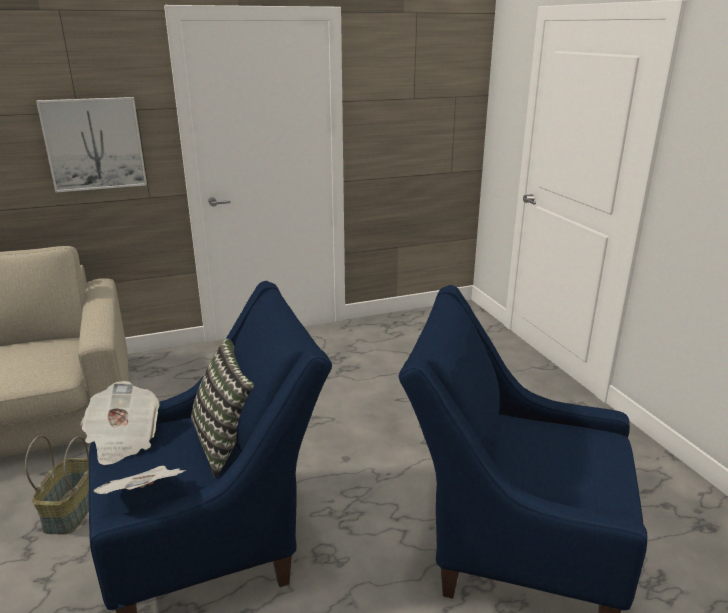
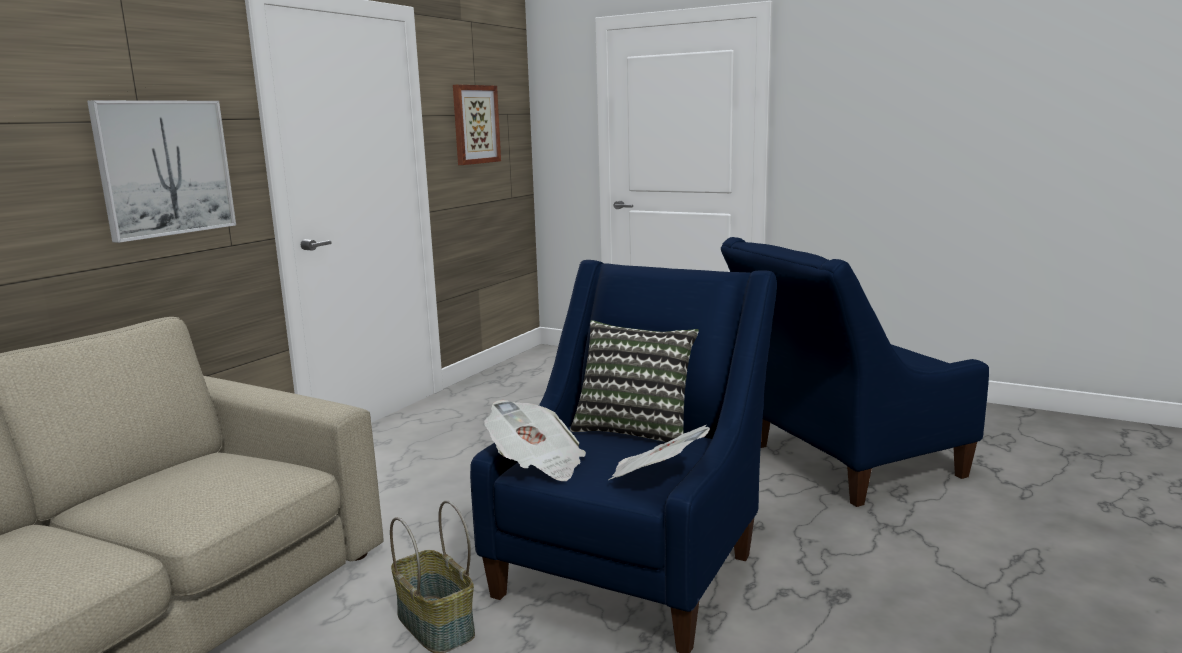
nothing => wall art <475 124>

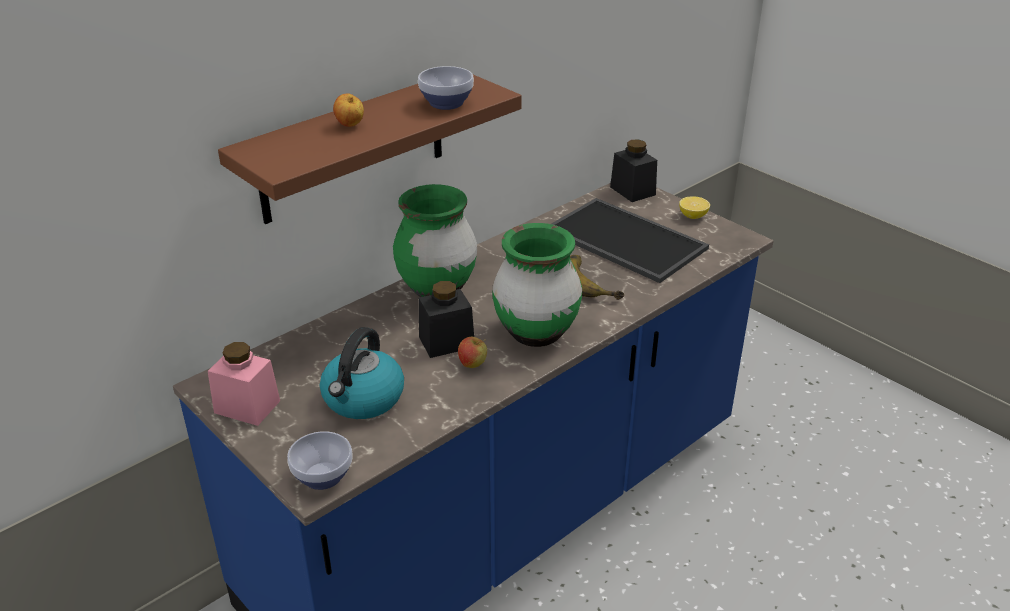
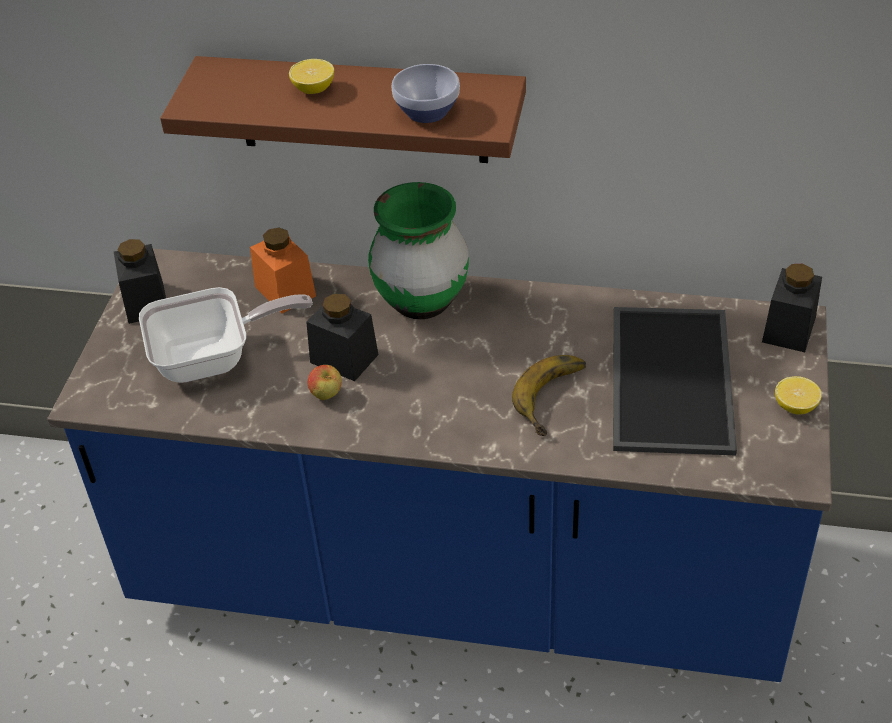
pinkish jar <247 407> => black-coloured jar <146 302>
bowl <323 478> => nothing
tea kettle <363 399> => skillet <214 359>
apple fruit <350 125> => lemon <313 89>
green vase <535 333> => nothing
nothing => orangey jar <285 291>

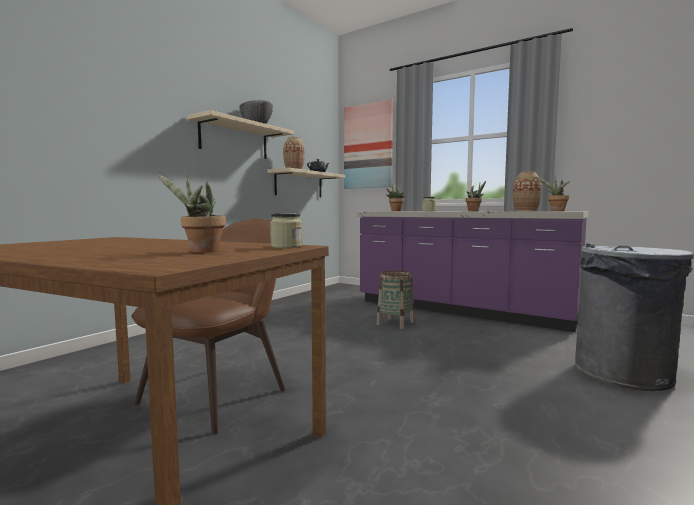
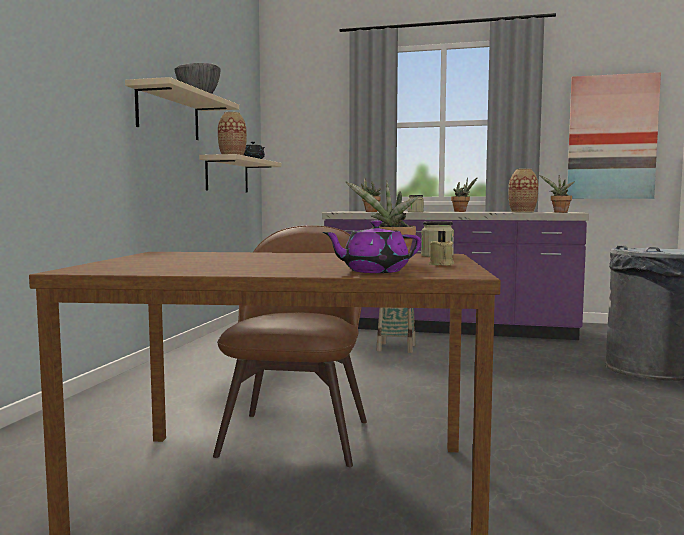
wall art <368 146> => wall art <611 137>, moved
nothing => purple teapot <373 271>
nothing => sand-coloured wax light <441 264>

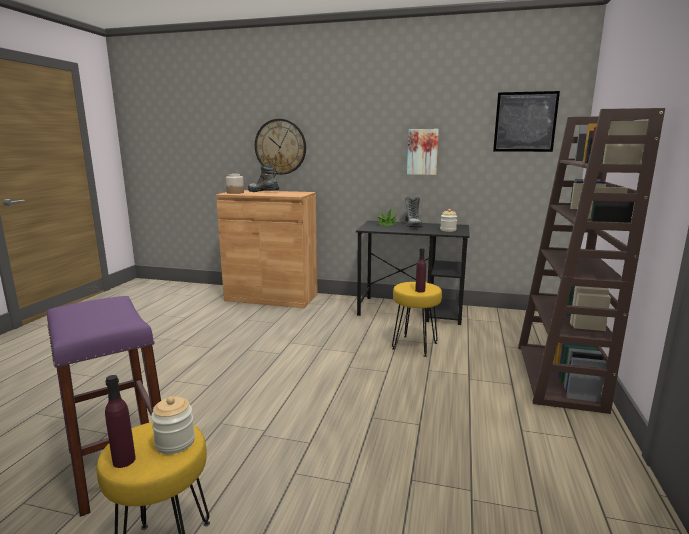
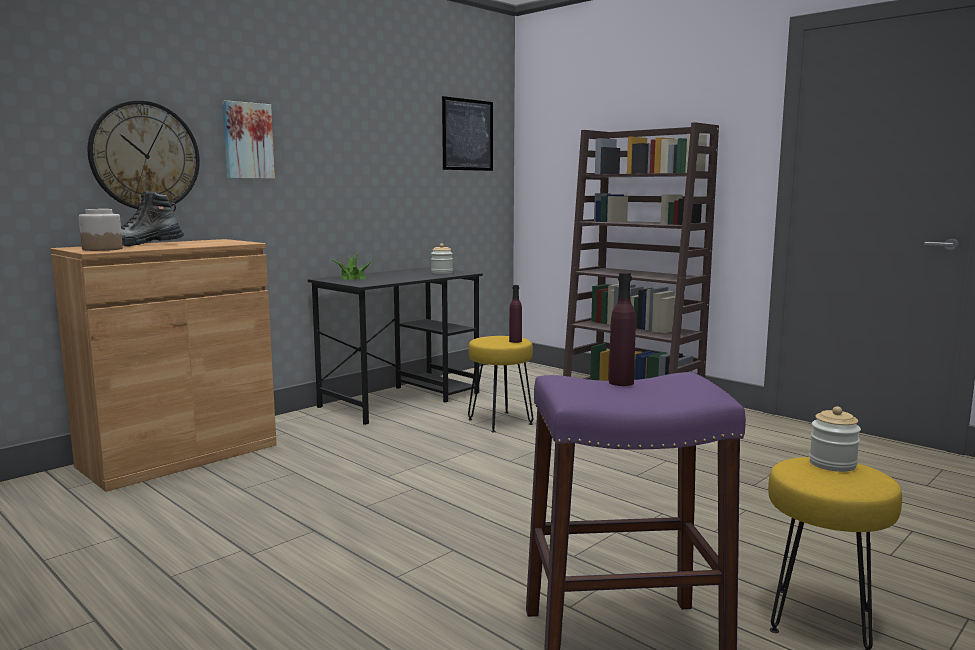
purple drink bottle <124 460> => purple drink bottle <621 382>, moved
boot <413 225> => nothing
wall art <422 152> => wall art <247 141>, moved

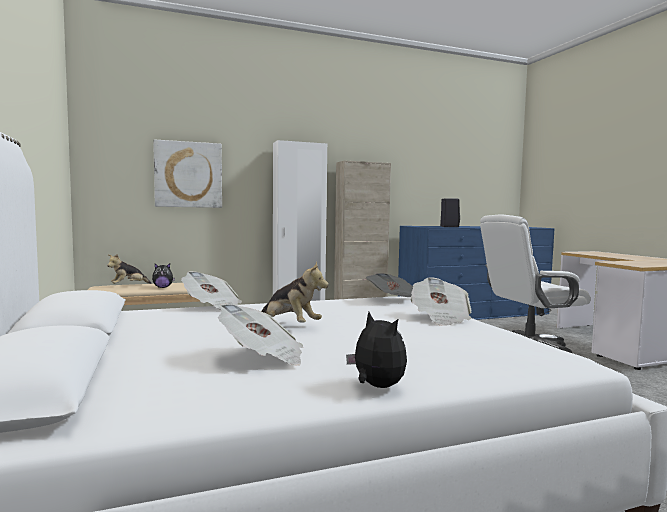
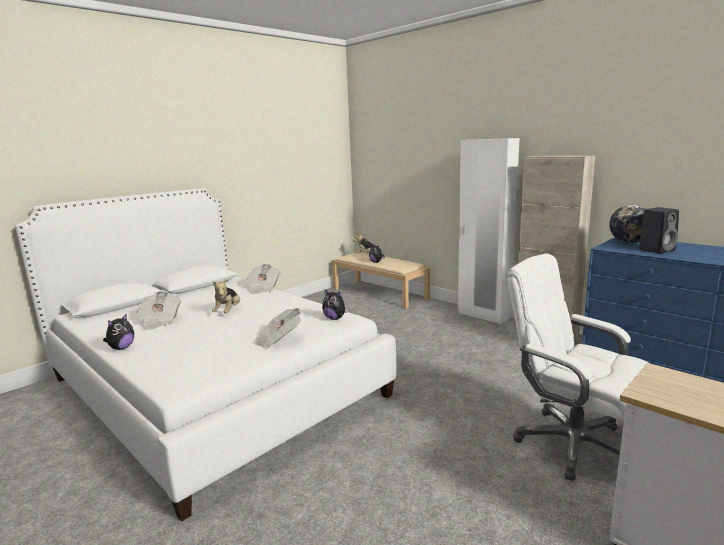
wall art <188 174> => nothing
printed paper <393 300> => cuddly toy <335 318>
nothing => desk globe <628 242>

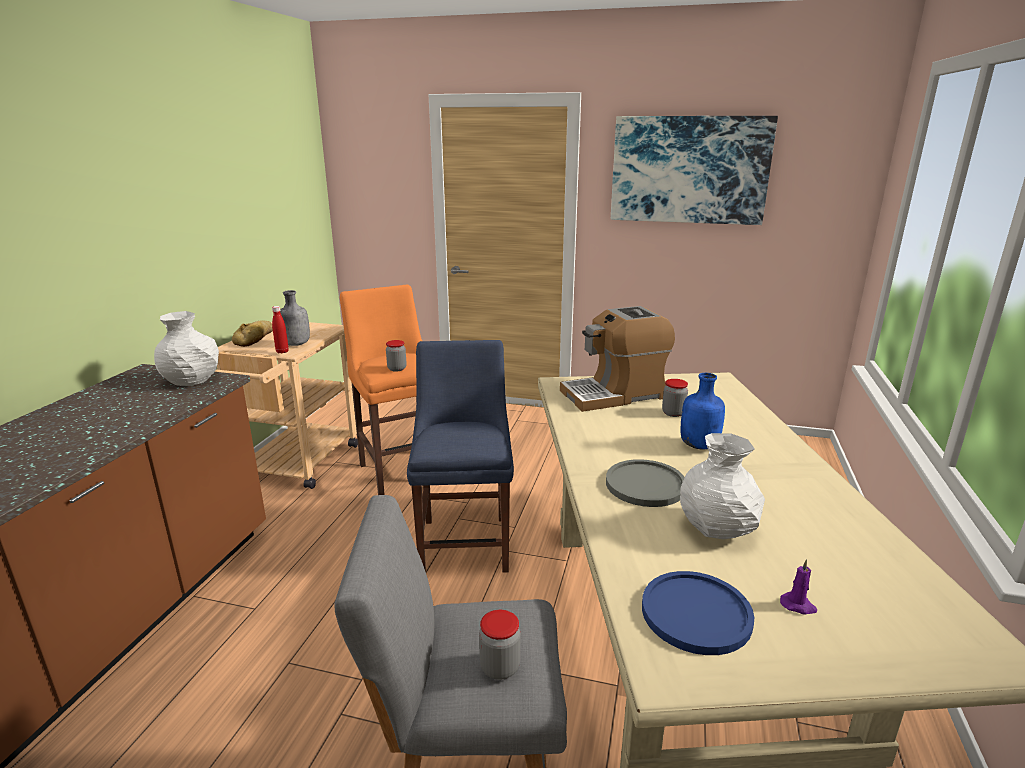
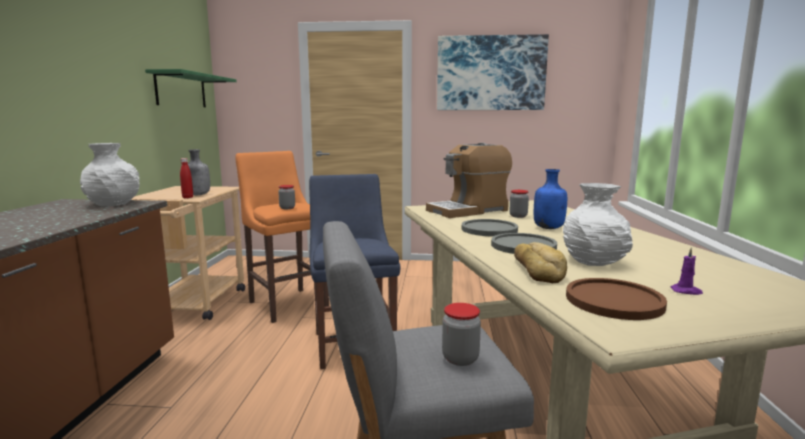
bread <256 338> => bread <538 269>, moved
blue-coloured dinner plate <696 613> => brownish dinner plate <614 300>
nothing => green wall shelf <181 90>
nothing => gray dinner plate <489 229>

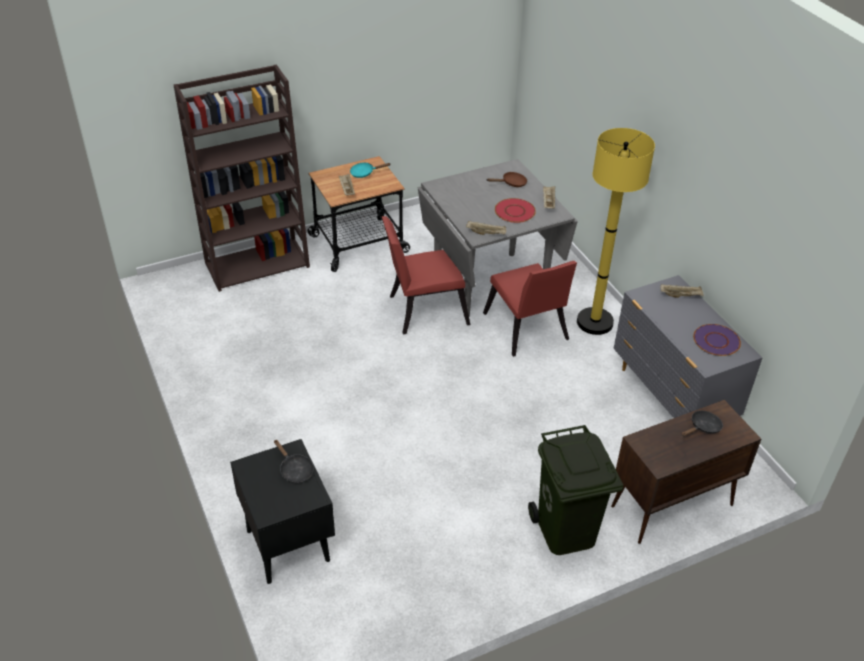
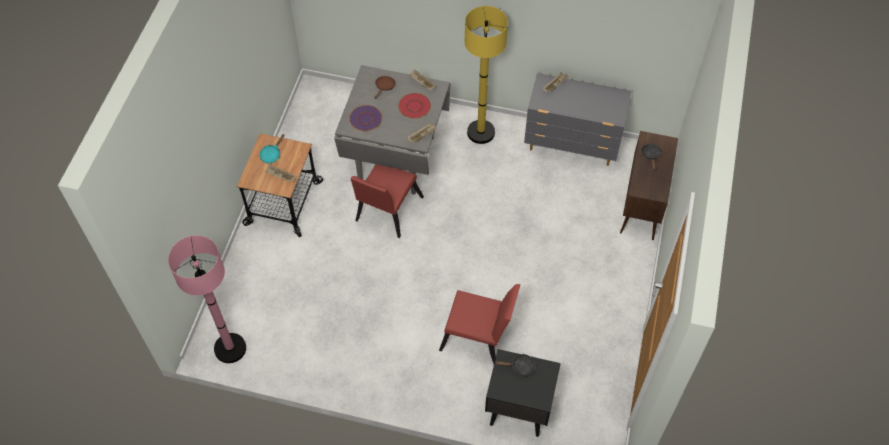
brownish bookshelf <258 264> => nothing
red-coloured plain chair <526 330> => red-coloured plain chair <479 337>, moved
green trash can <565 531> => nothing
purple dinner plate <716 341> => purple dinner plate <365 119>, moved
nothing => pinkish floor lamp <230 348>

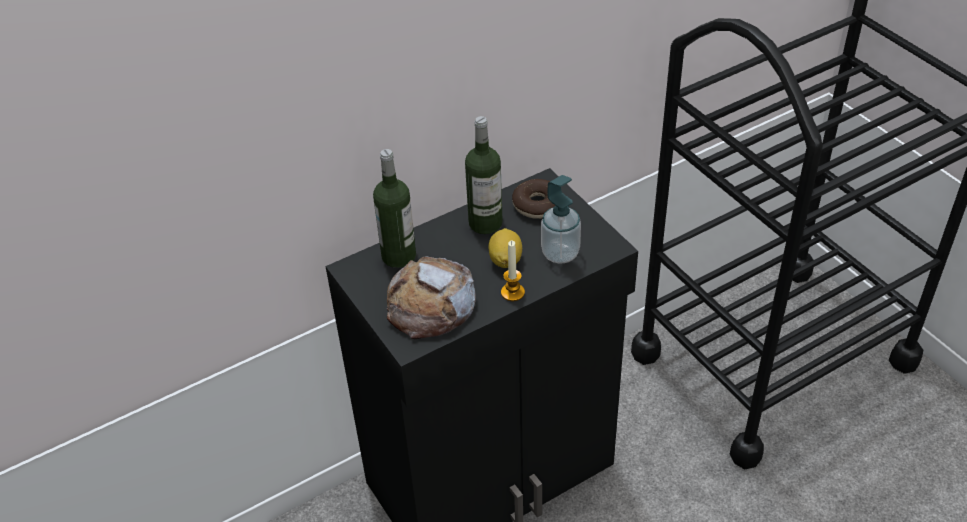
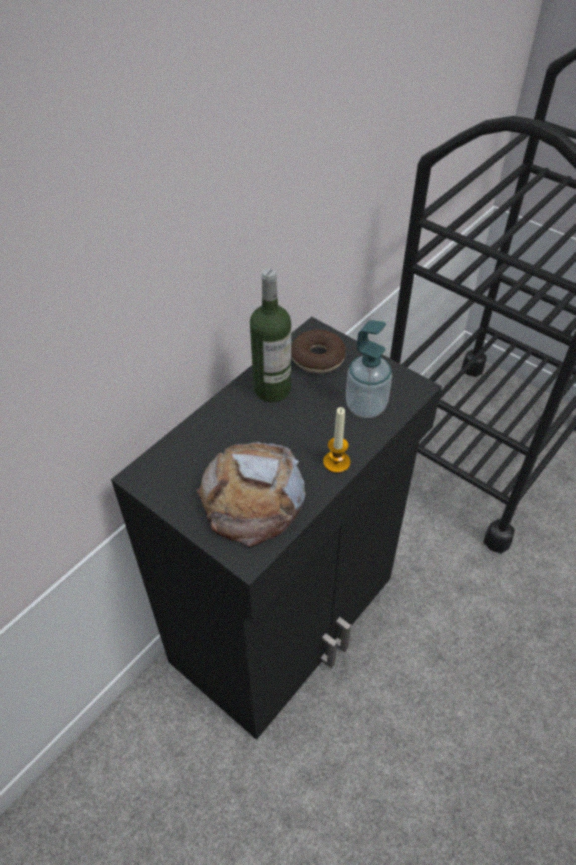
drink bottle <398 256> => nothing
lemon <505 260> => nothing

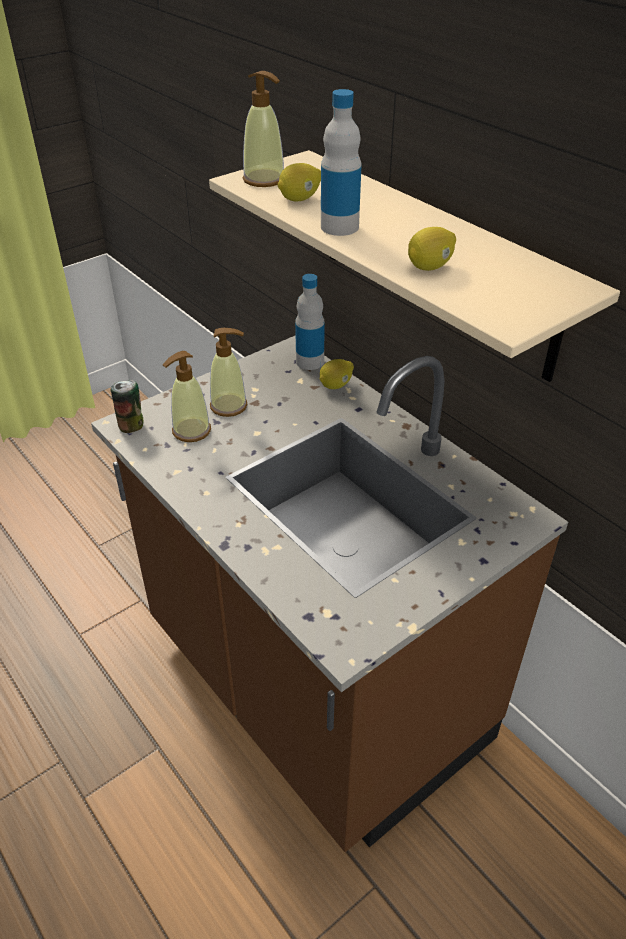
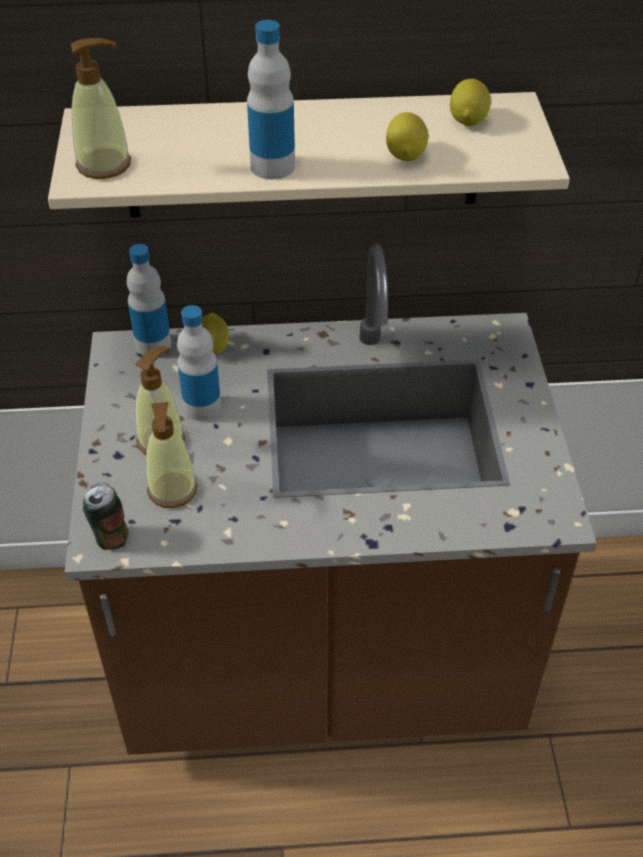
lemon <300 199> => lemon <468 120>, moved
nothing => drink bottle <202 407>

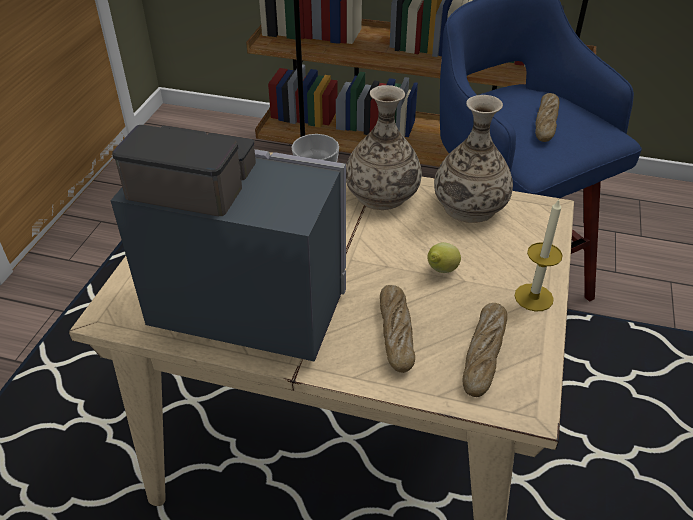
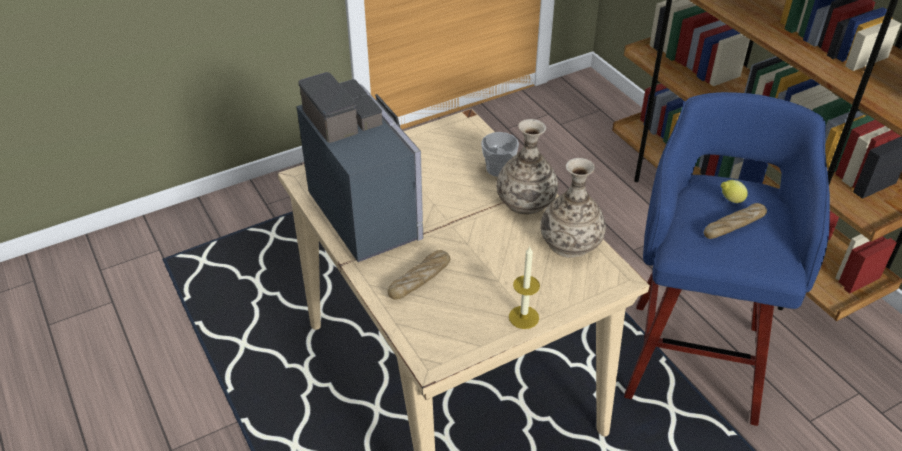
lemon <441 271> => lemon <730 200>, moved
bread <484 354> => nothing

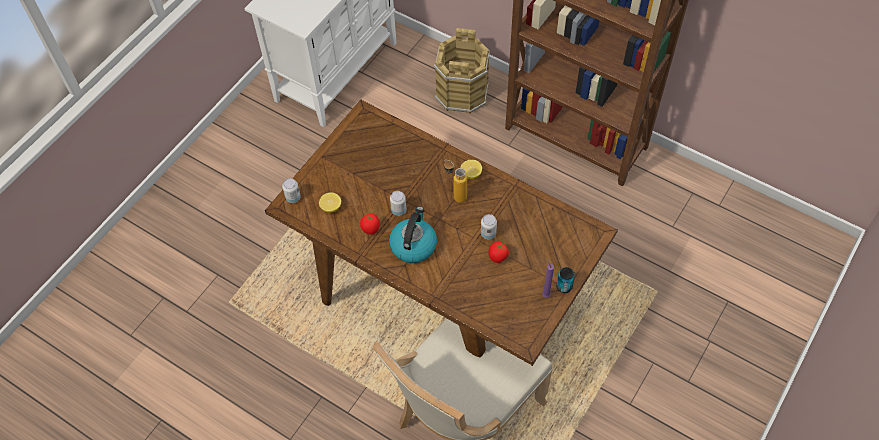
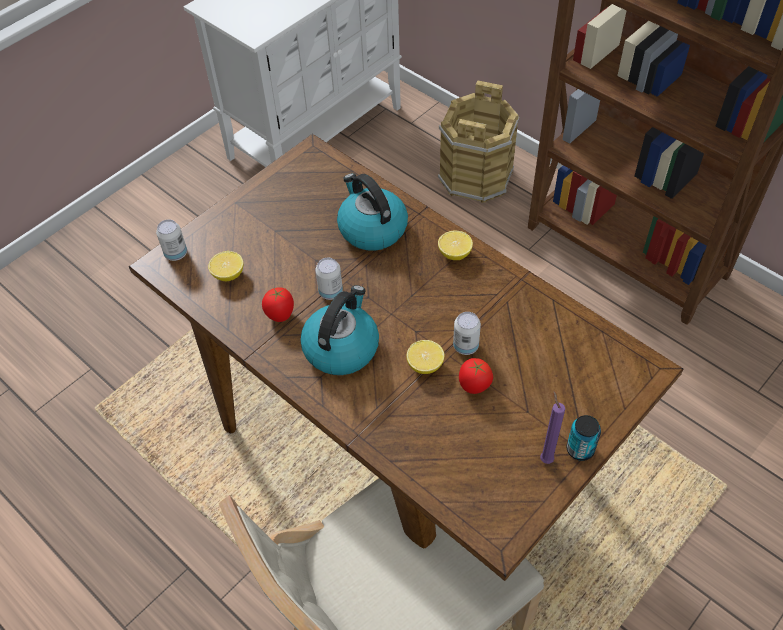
drink bottle <455 195> => nothing
nothing => tea kettle <371 229>
nothing => lemon <425 365>

